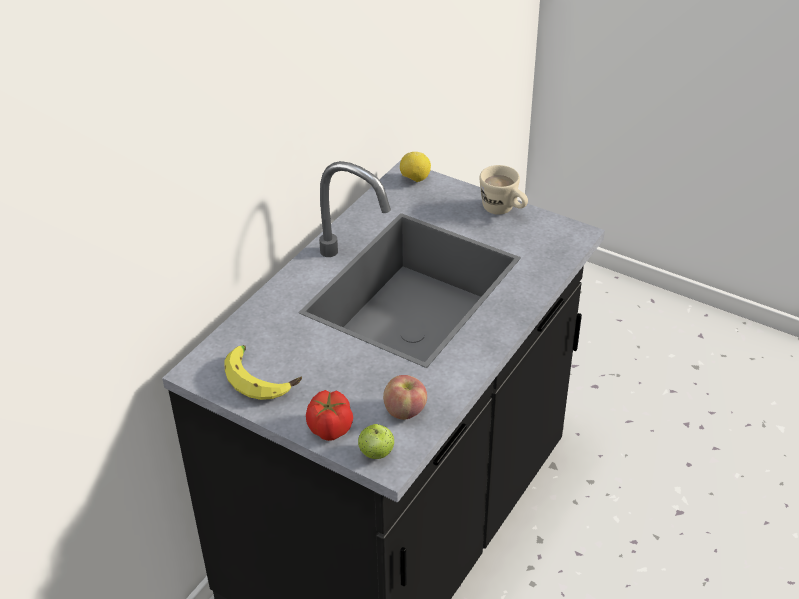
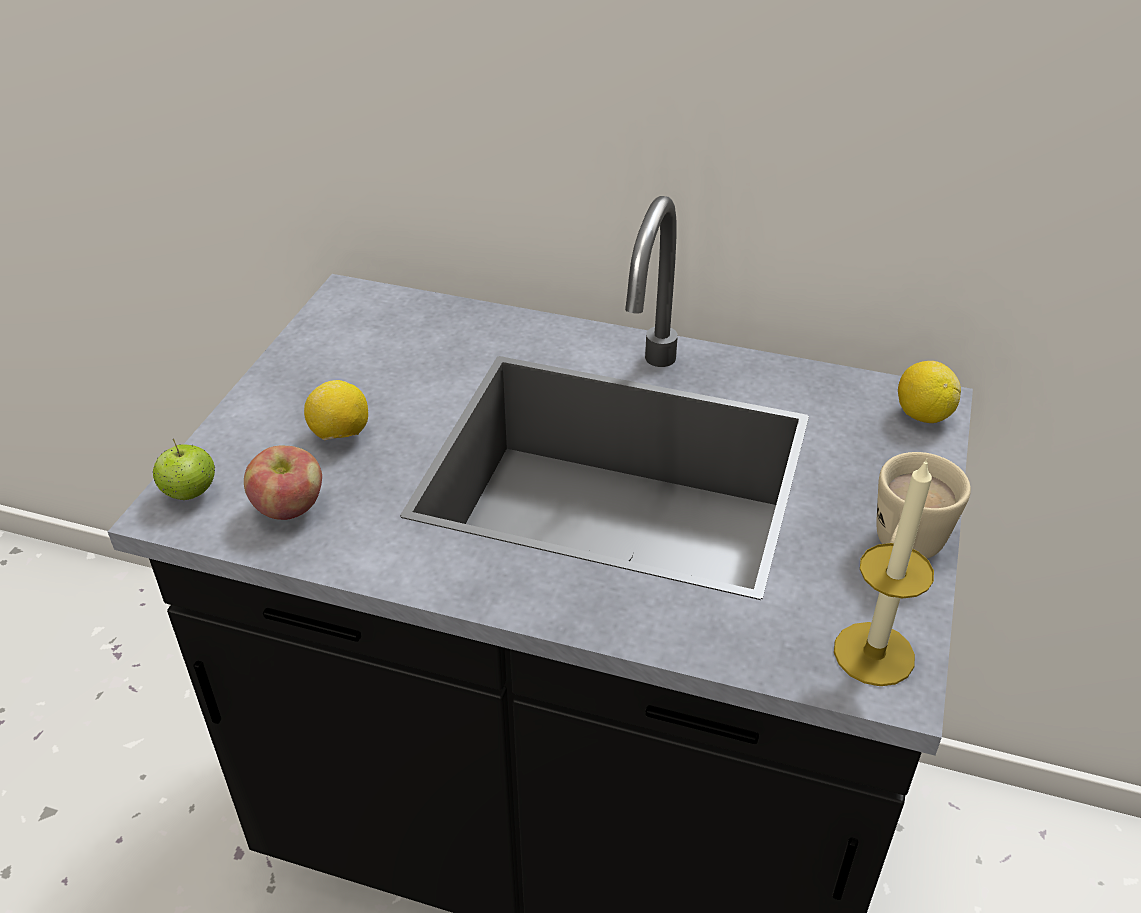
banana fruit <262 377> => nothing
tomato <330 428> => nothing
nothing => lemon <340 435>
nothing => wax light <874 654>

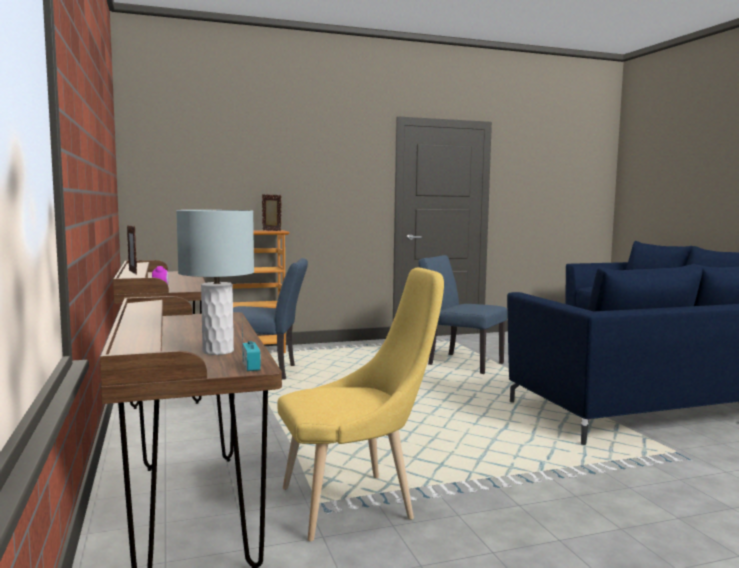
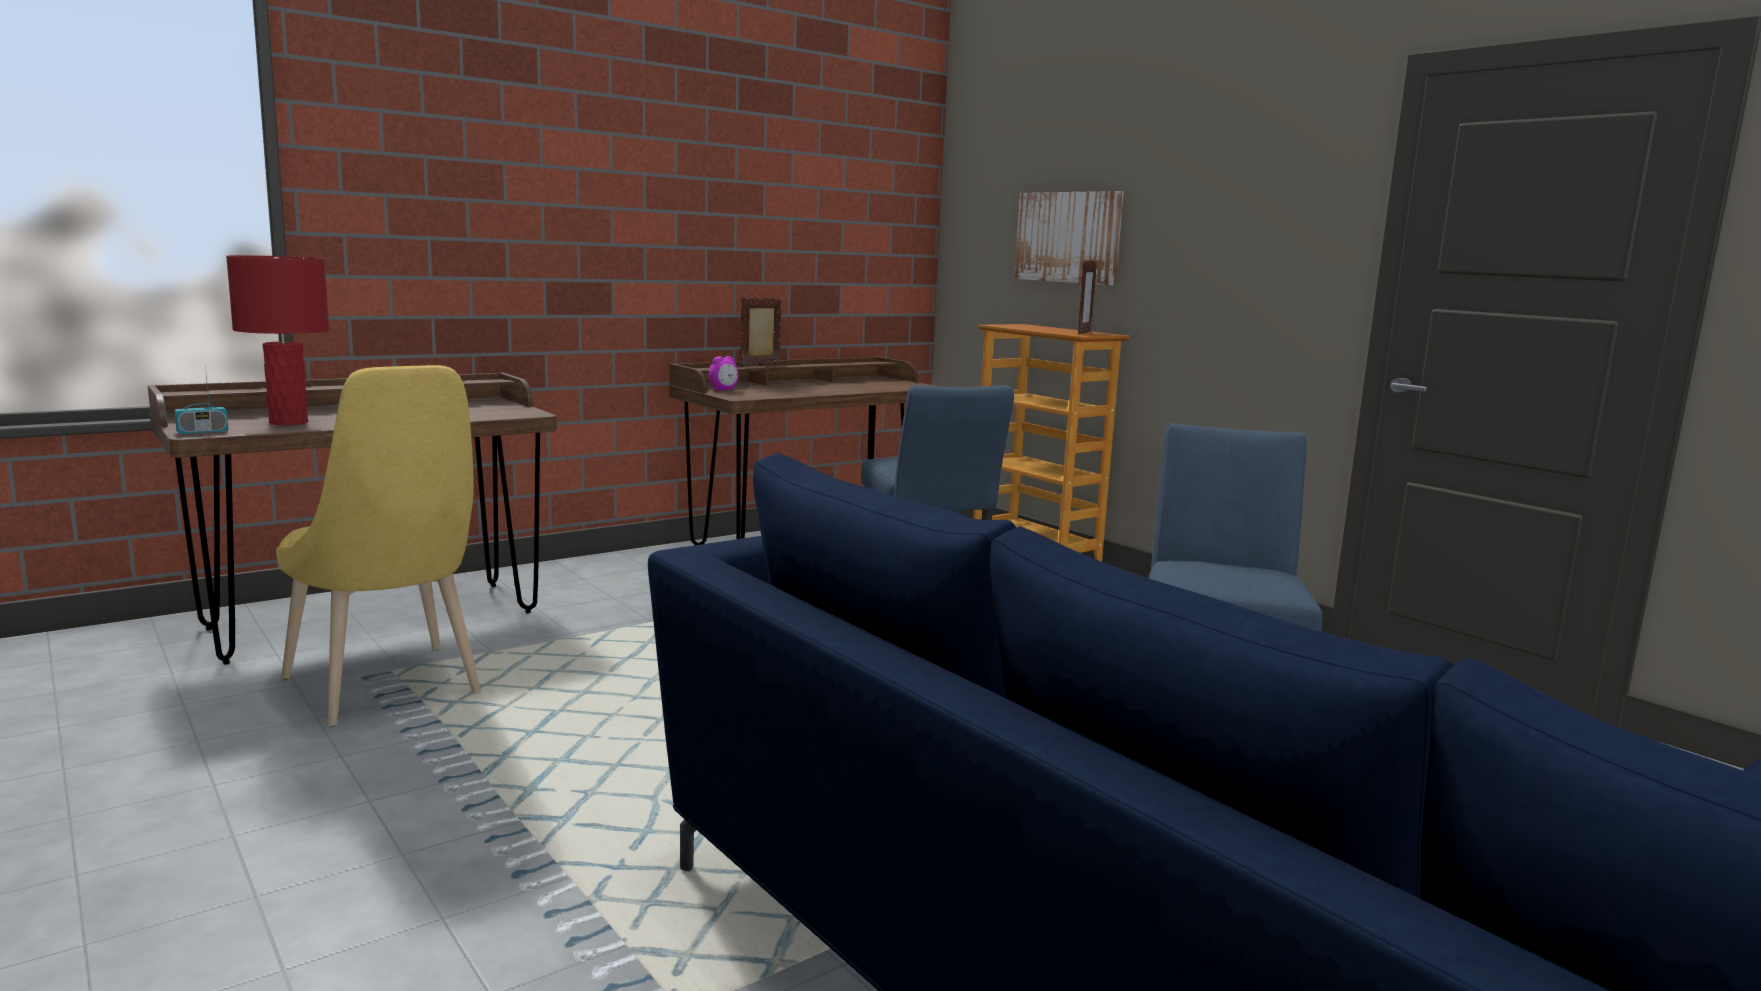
gray tabletop lamp <218 351> => red-coloured tabletop lamp <288 422>
nothing => wall art <1068 237>

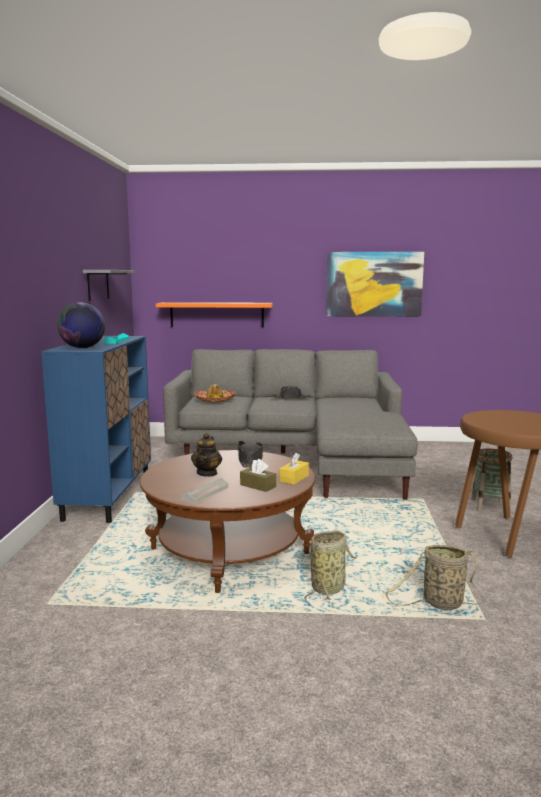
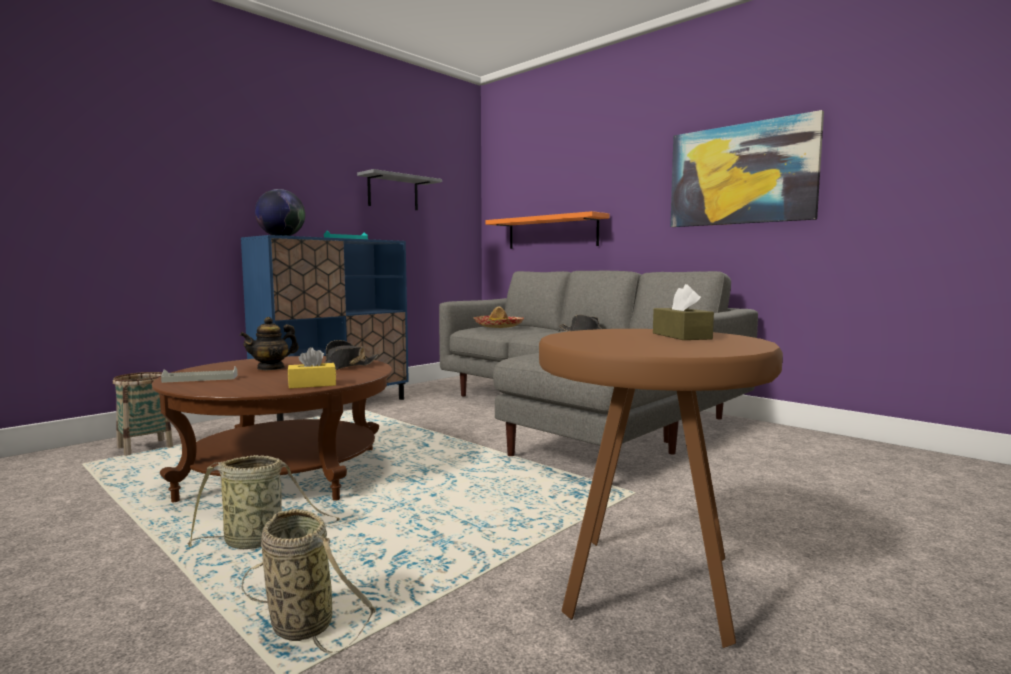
brownish tissue holder <258 486> => brownish tissue holder <681 336>, moved
storage basket <490 505> => storage basket <145 447>, moved

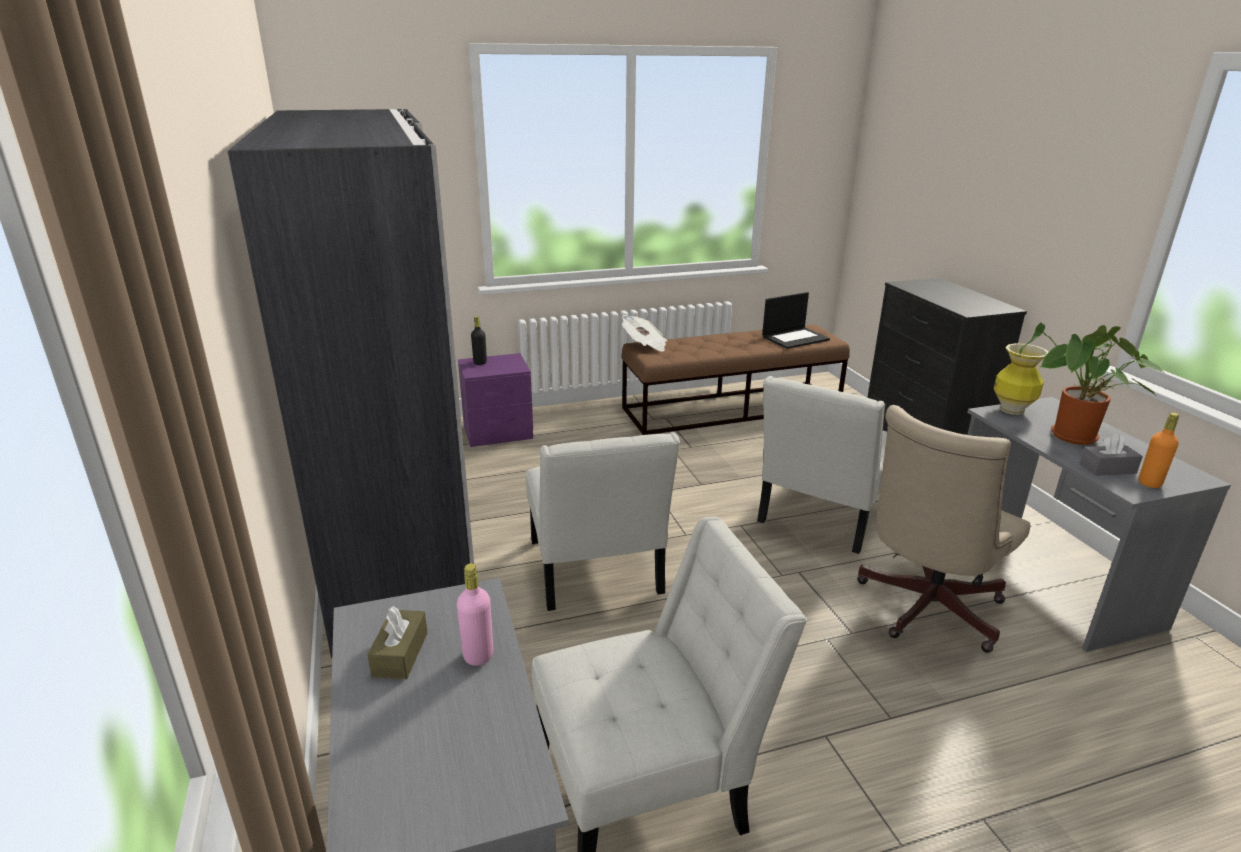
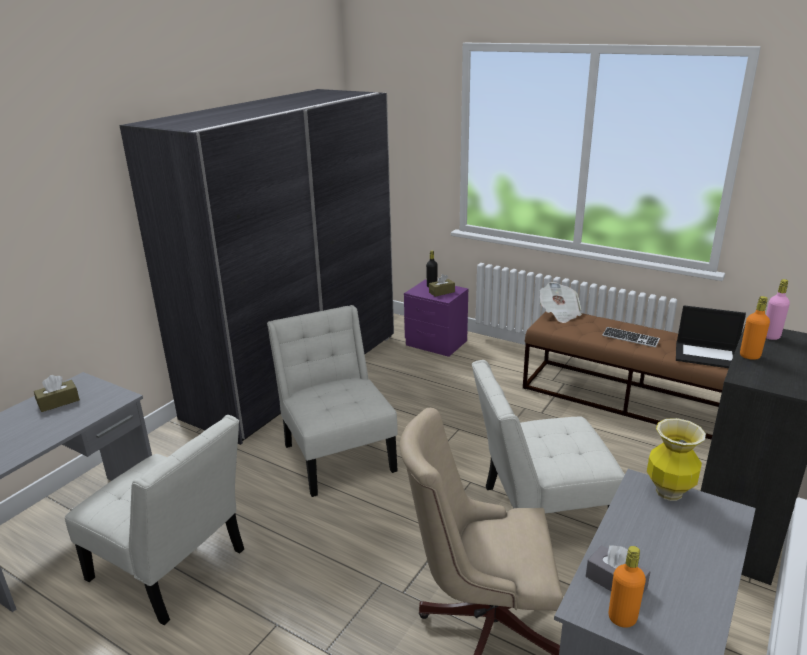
pinkish drink bottle <478 655> => pinkish drink bottle <771 336>, moved
white plain chair <596 572> => white plain chair <337 454>, 120 degrees clockwise
plant in a pot <1071 438> => nothing
nothing => brownish tissue holder <441 292>
nothing => PC keyboard <630 338>
nothing => orangey drink bottle <749 356>

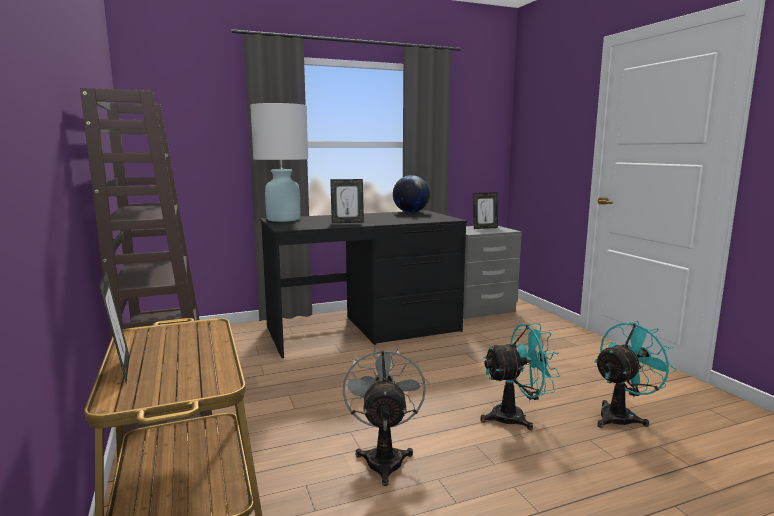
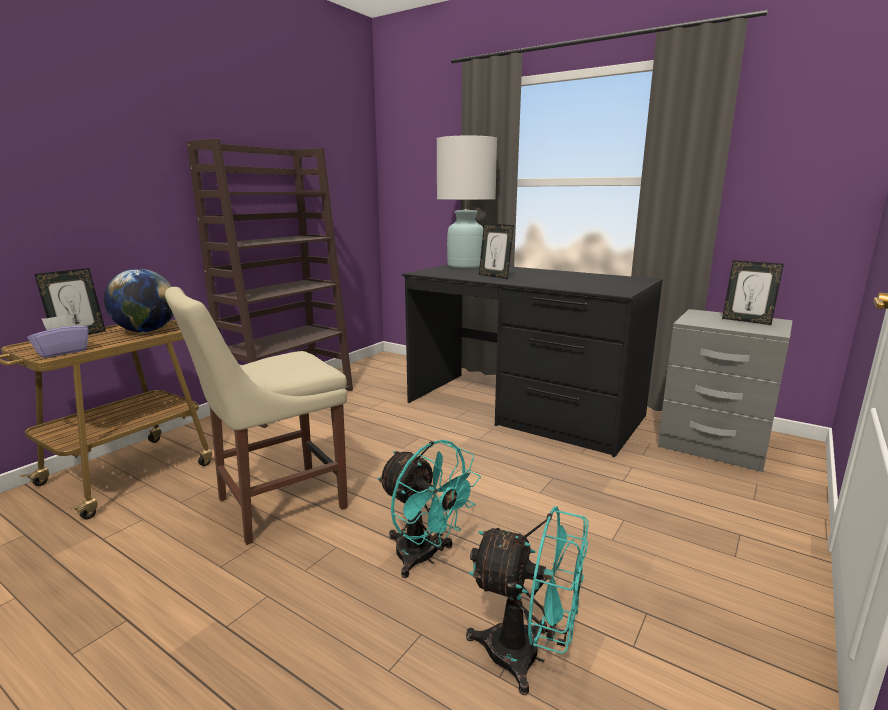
gray fan <384 457> => sand-coloured plain chair <274 505>
desk globe <411 212> => desk globe <146 331>, moved
nothing => purple tissue holder <62 352>

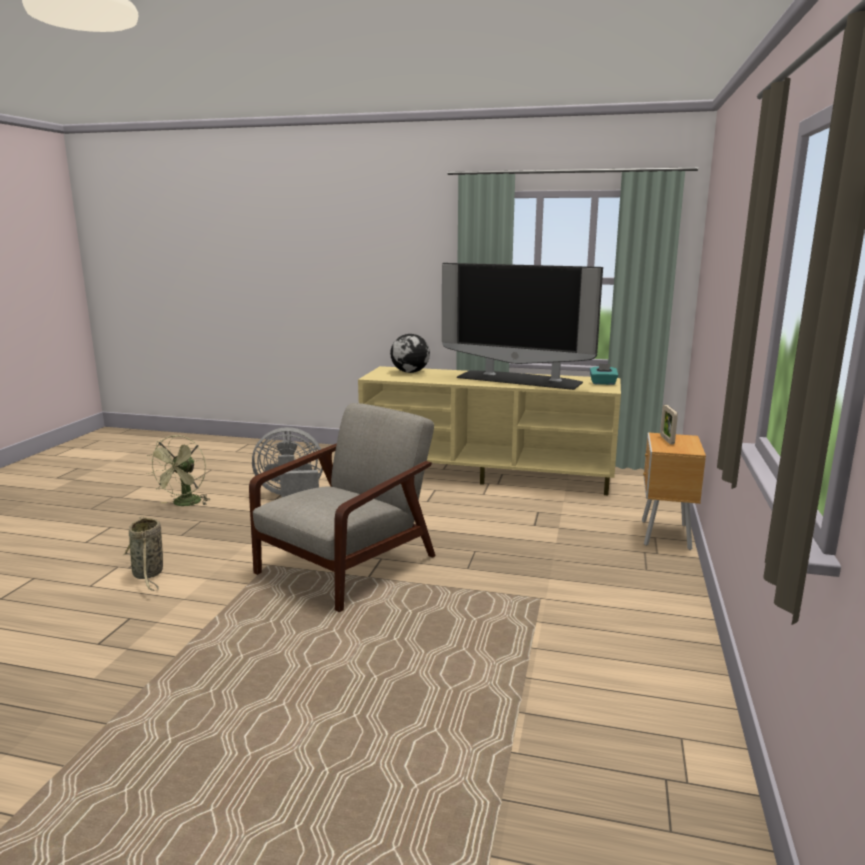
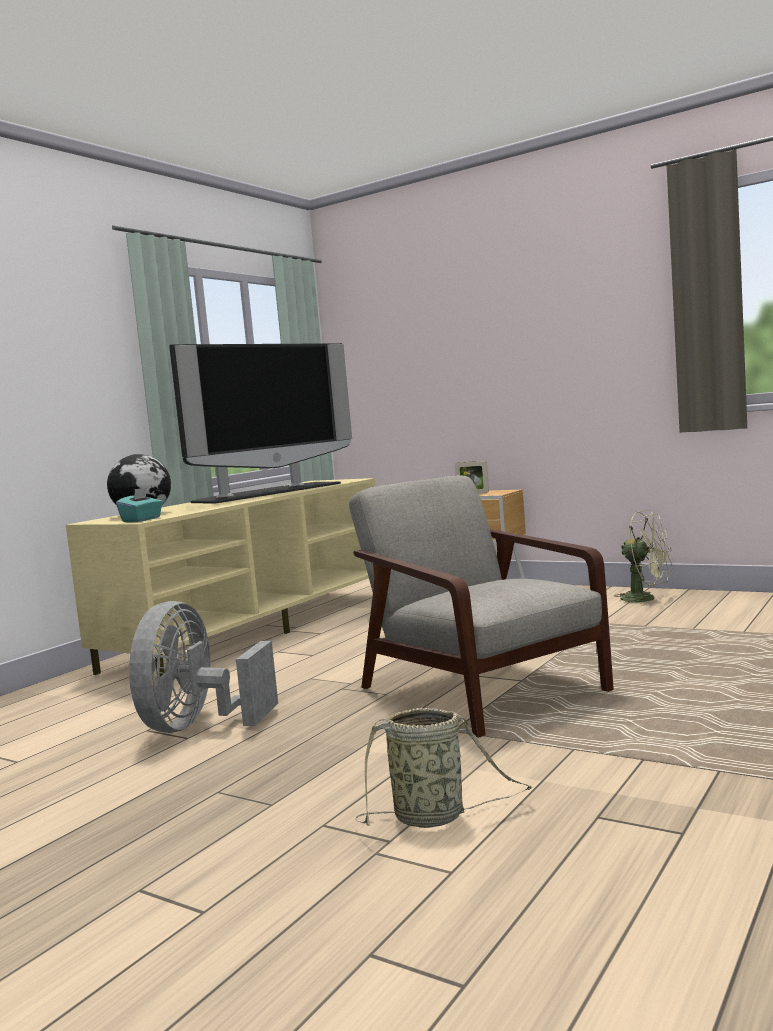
green fan <184 504> => green fan <646 599>, moved
blue-green tissue holder <603 383> => blue-green tissue holder <142 520>, moved

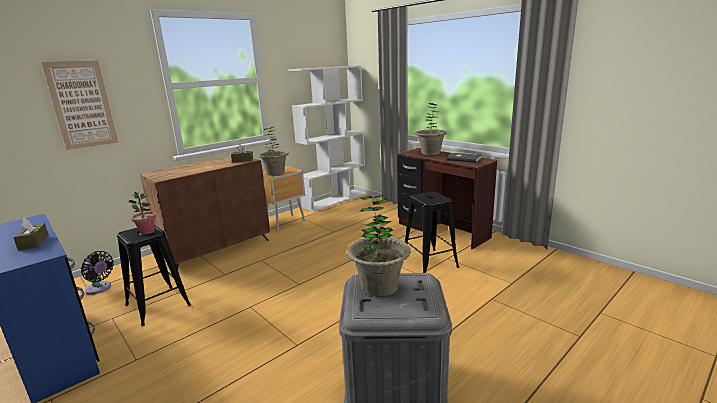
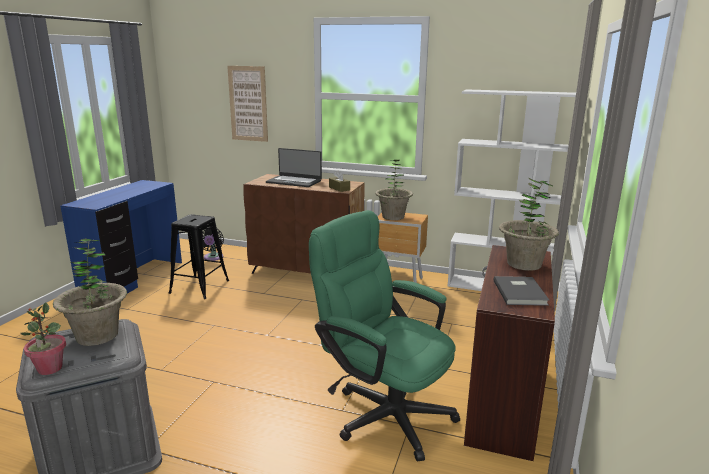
brownish tissue holder <34 242> => nothing
plant in a pot <147 232> => plant in a pot <49 369>, moved
black-coloured stool seat <429 262> => green office chair <383 411>
nothing => laptop <294 181>

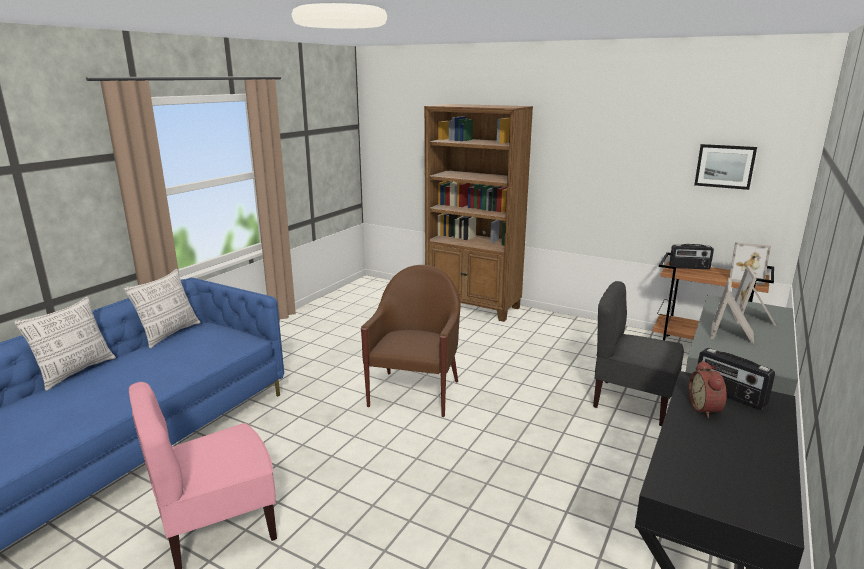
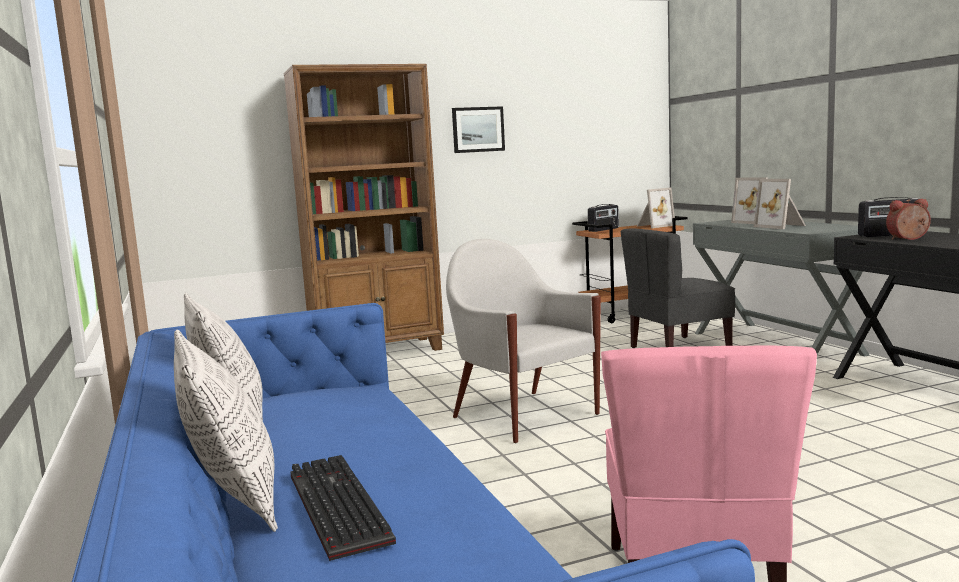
brownish armchair <415 392> => white armchair <523 415>
bedside clock <706 409> => bedside clock <908 239>, 135 degrees clockwise
wall art <724 166> => wall art <478 129>, moved
nothing => PC keyboard <333 507>

